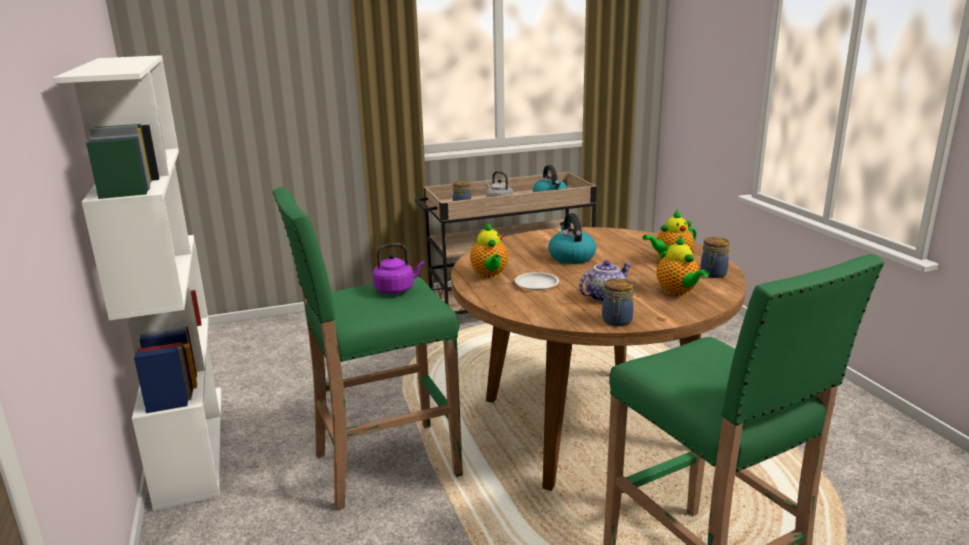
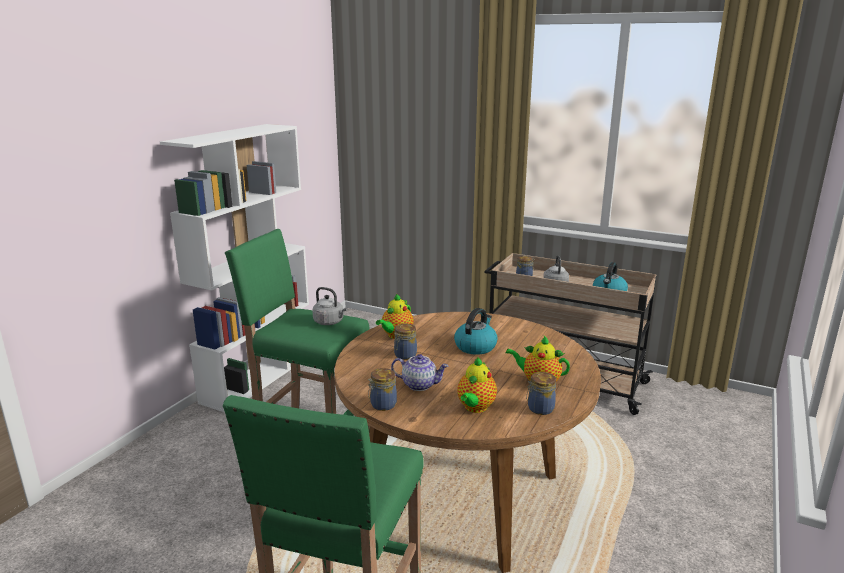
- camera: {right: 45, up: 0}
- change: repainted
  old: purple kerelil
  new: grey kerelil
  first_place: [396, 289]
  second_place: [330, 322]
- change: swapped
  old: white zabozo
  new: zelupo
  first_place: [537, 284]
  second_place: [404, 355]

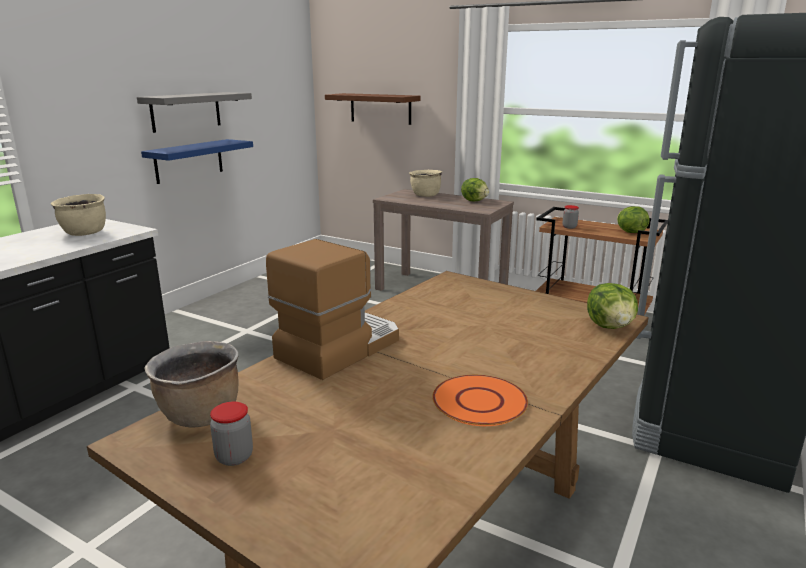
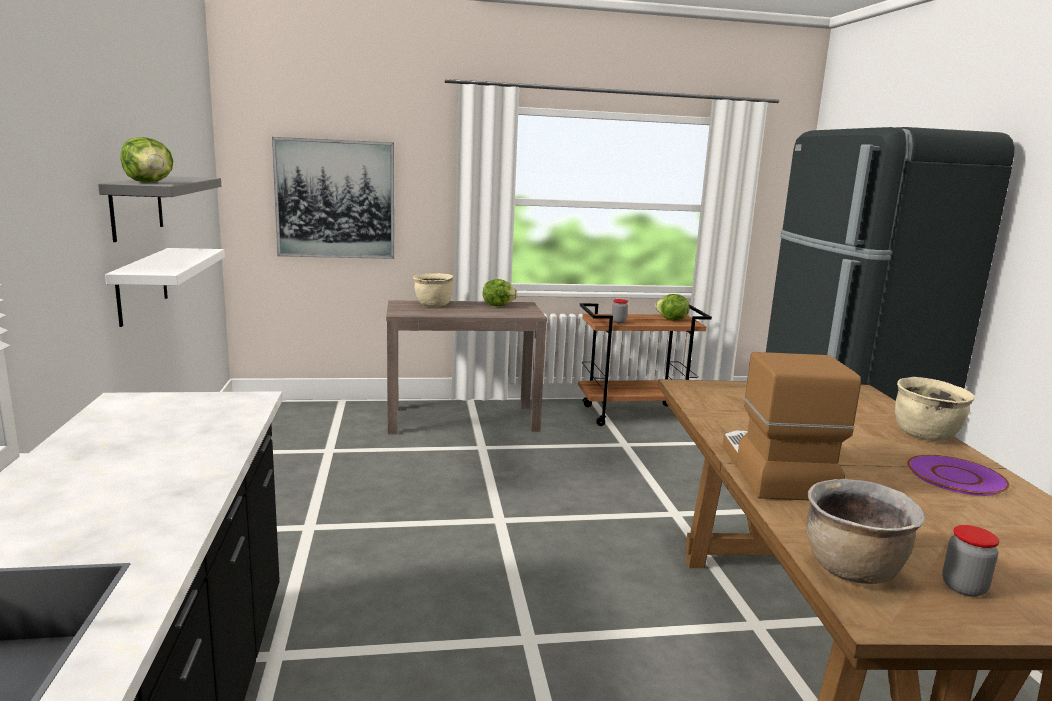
- camera: {right: -40, up: -5}
- change: swapped
  old: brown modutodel
  new: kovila
  first_place: [380, 108]
  second_place: [335, 199]
- change: repainted
  old: blue modutodel
  new: white modutodel
  first_place: [189, 161]
  second_place: [142, 285]
- change: shifted
  old: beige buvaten
  first_place: [84, 233]
  second_place: [925, 435]
- change: shifted
  old: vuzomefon
  first_place: [610, 326]
  second_place: [150, 182]
- change: repainted
  old: orange zabozo
  new: purple zabozo
  first_place: [480, 402]
  second_place: [956, 477]

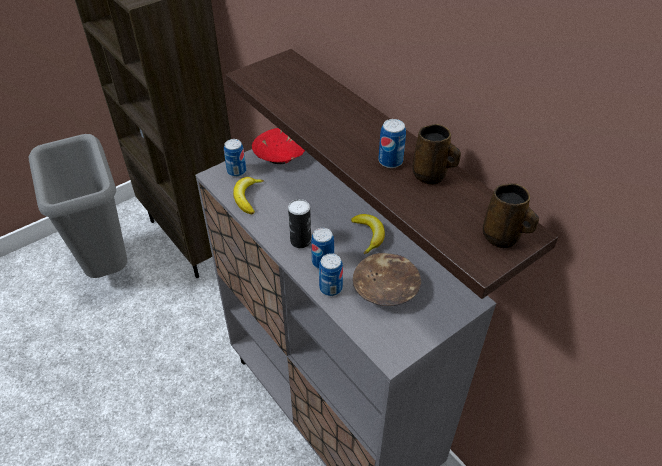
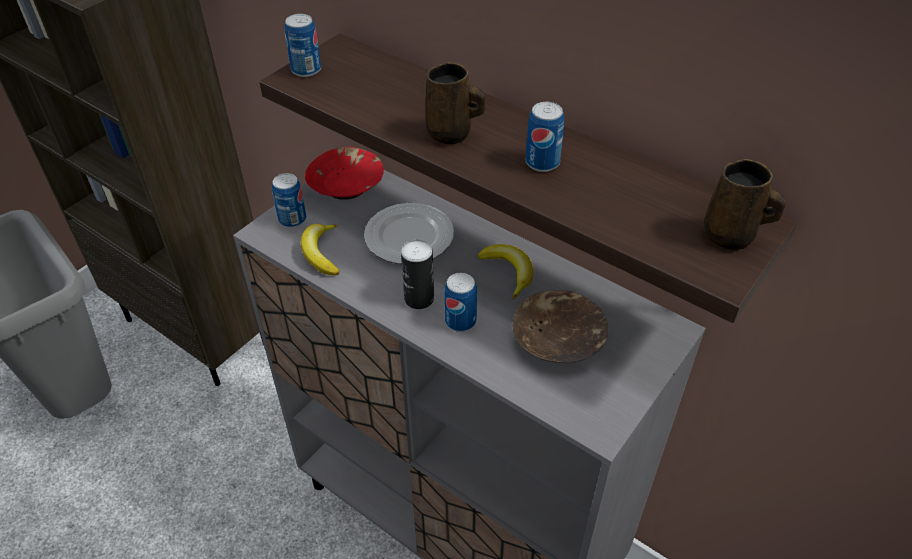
- camera: {right: -15, up: 0}
- change: shifted
  old: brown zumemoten
  first_place: [431, 176]
  second_place: [451, 134]
- change: shifted
  old: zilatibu
  first_place: [330, 288]
  second_place: [306, 70]
- change: new
  new: zabozo
  second_place: [408, 237]

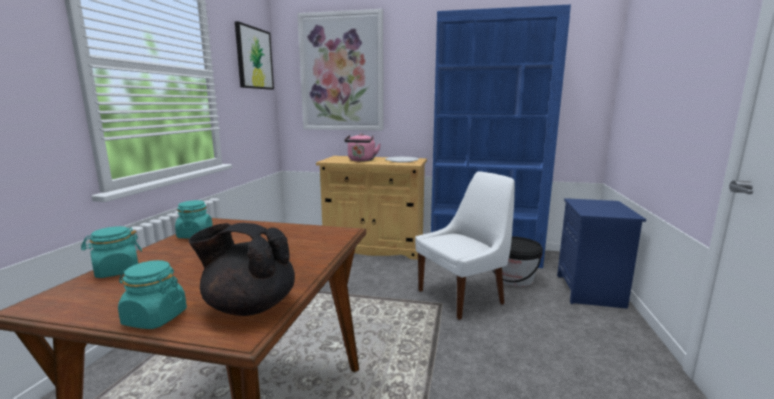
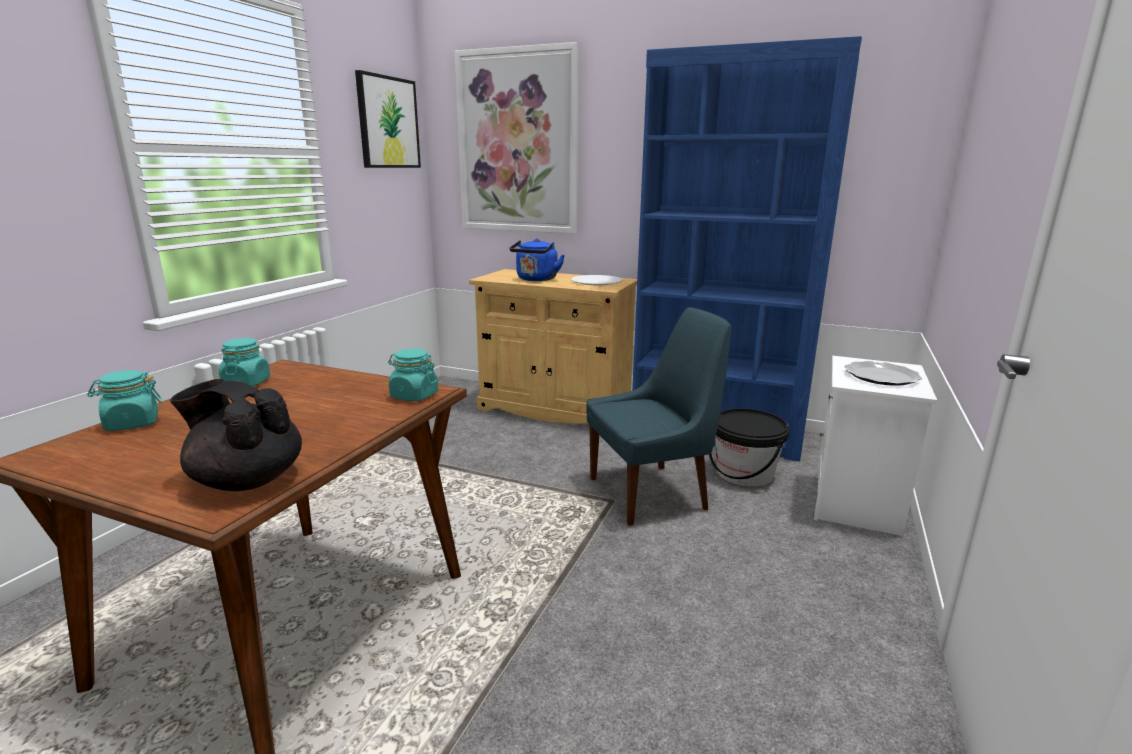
- camera: {right: 10, up: 5}
- change: repainted
  old: pink kerelil
  new: blue kerelil
  first_place: [361, 160]
  second_place: [536, 279]
- change: repainted
  old: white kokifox
  new: blue kokifox
  first_place: [463, 296]
  second_place: [651, 493]
- change: repainted
  old: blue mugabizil
  new: white mugabizil
  first_place: [591, 291]
  second_place: [857, 504]
- change: shifted
  old: turquoise zelupo
  first_place: [155, 318]
  second_place: [414, 396]
- change: new
  new: zabozo
  second_place: [881, 376]

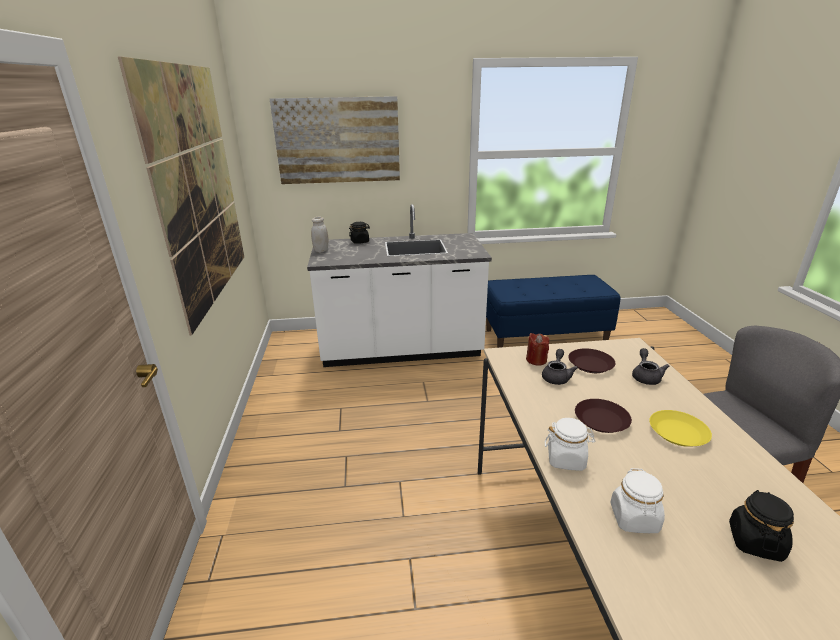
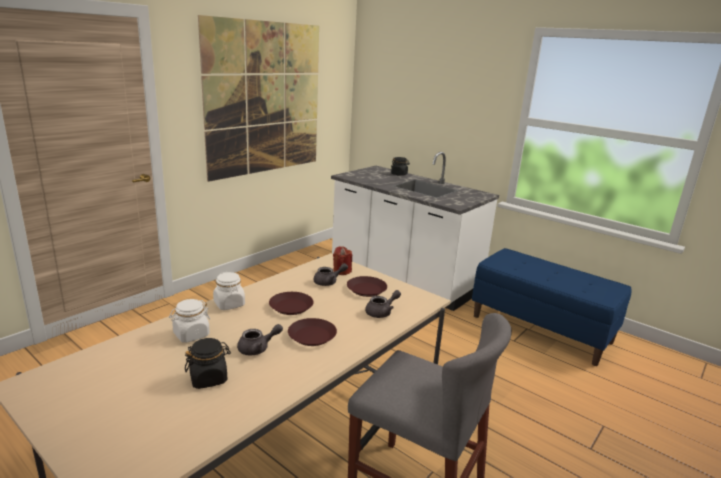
- camera: {right: 45, up: -5}
- change: gone
  old: kovila
  first_place: [338, 141]
- change: gone
  old: white zelupo
  first_place: [321, 250]
- change: repainted
  old: yellow zabozo
  new: brown zabozo
  first_place: [677, 433]
  second_place: [311, 336]
- change: new
  new: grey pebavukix
  second_place: [258, 349]

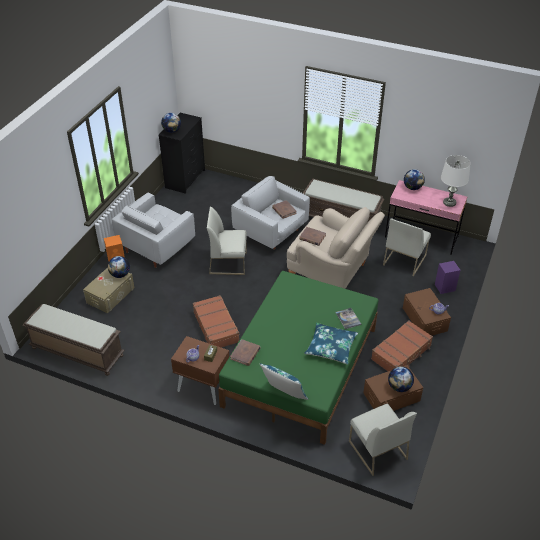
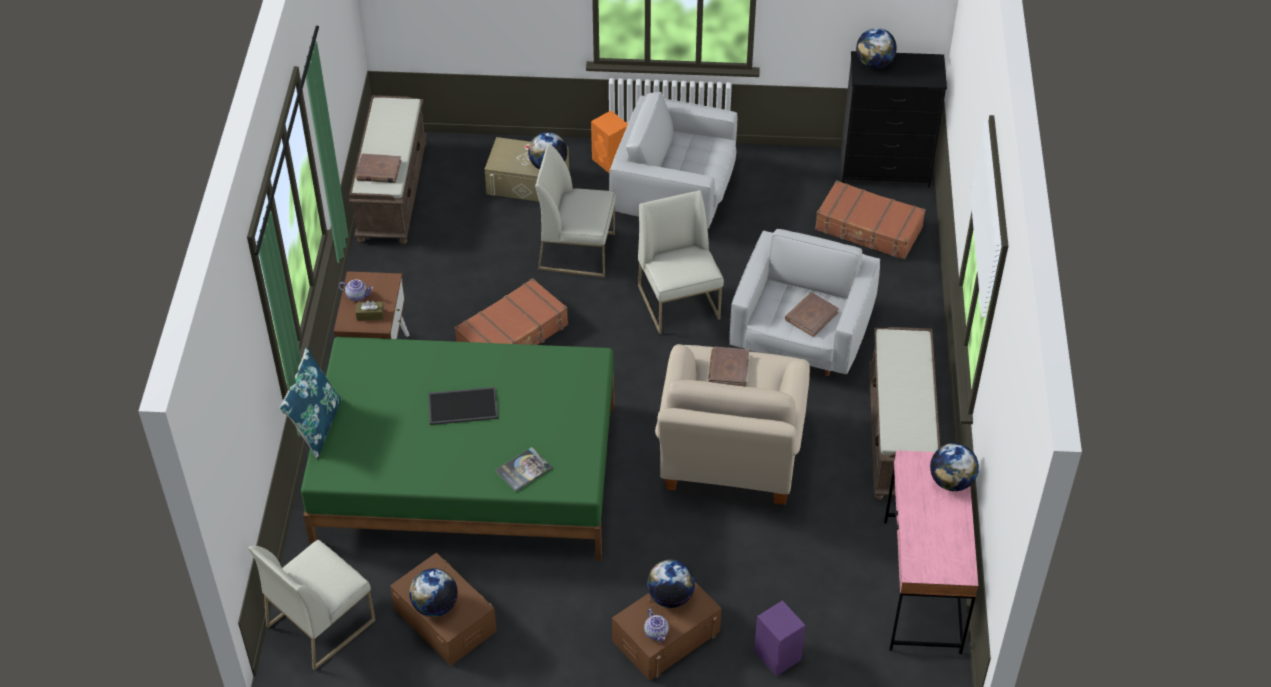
- camera: {right: 70, up: 5}
- change: gone
  old: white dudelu
  first_place: [449, 202]
- change: shifted
  old: white kokifox
  first_place: [404, 260]
  second_place: [577, 251]
- change: shifted
  old: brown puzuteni
  first_place: [401, 353]
  second_place: [868, 229]
- change: gone
  old: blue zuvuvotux
  first_place: [331, 347]
- change: shifted
  old: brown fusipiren
  first_place: [245, 353]
  second_place: [378, 171]
- change: new
  new: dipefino
  second_place: [463, 405]
- change: new
  new: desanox
  second_place: [670, 597]

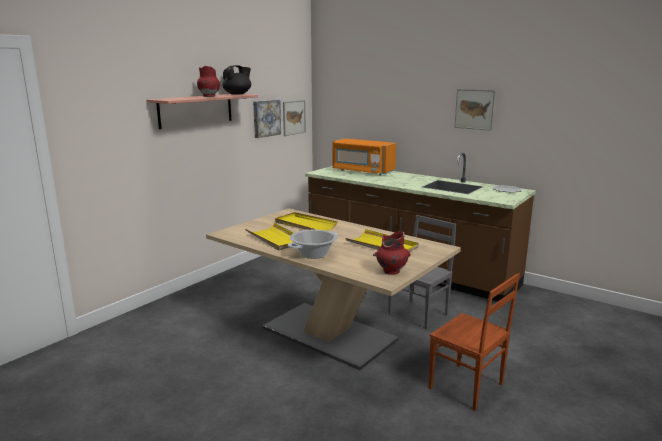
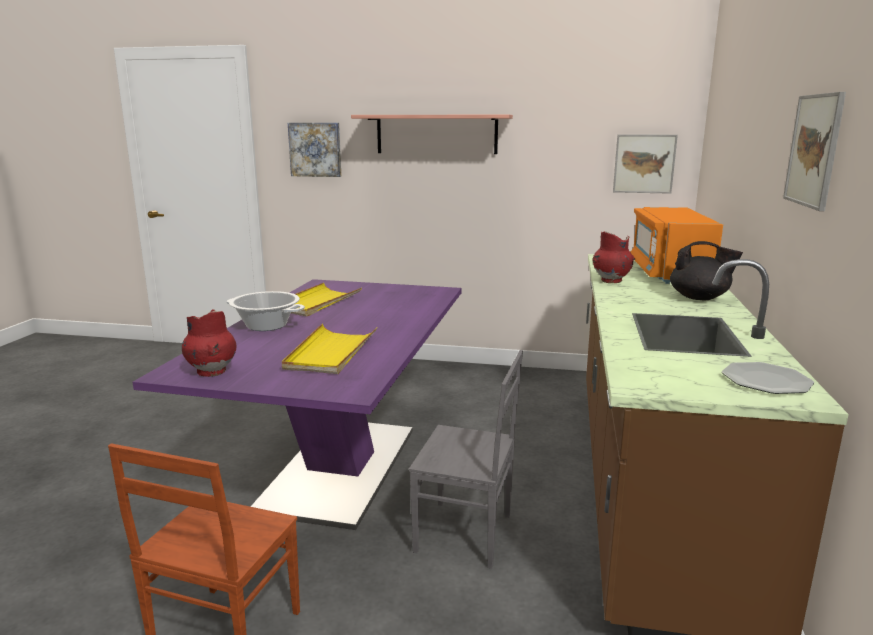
- camera: {right: 65, up: 0}
- change: shifted
  old: black pebavukix
  first_place: [237, 94]
  second_place: [699, 298]
- change: shifted
  old: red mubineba
  first_place: [209, 96]
  second_place: [611, 281]
- change: shifted
  old: kovila
  first_place: [266, 118]
  second_place: [315, 149]
- change: repainted
  old: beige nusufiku
  new: purple nusufiku
  first_place: [328, 334]
  second_place: [340, 468]
- change: gone
  old: yellow dipefino
  first_place: [305, 225]

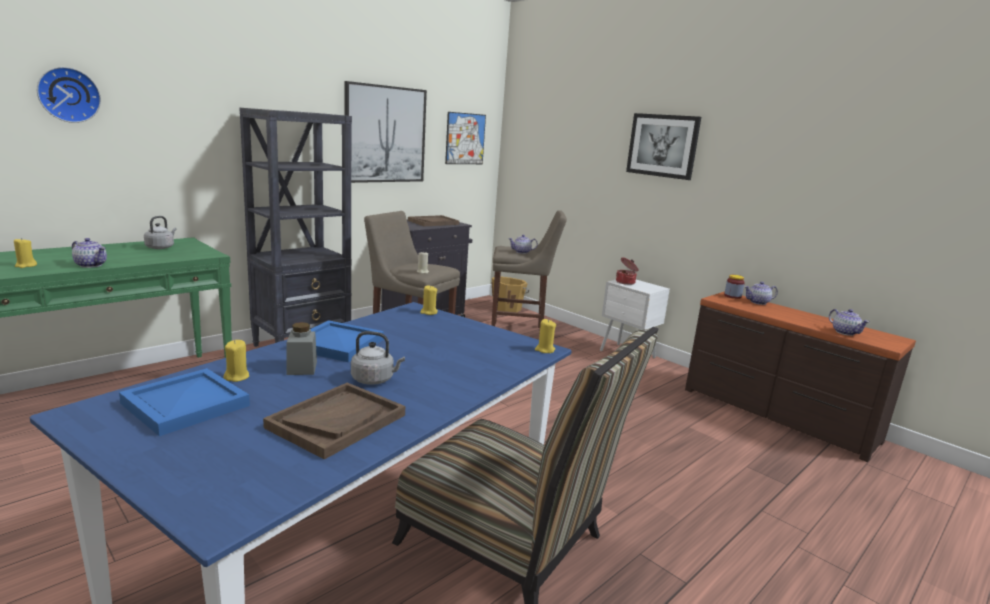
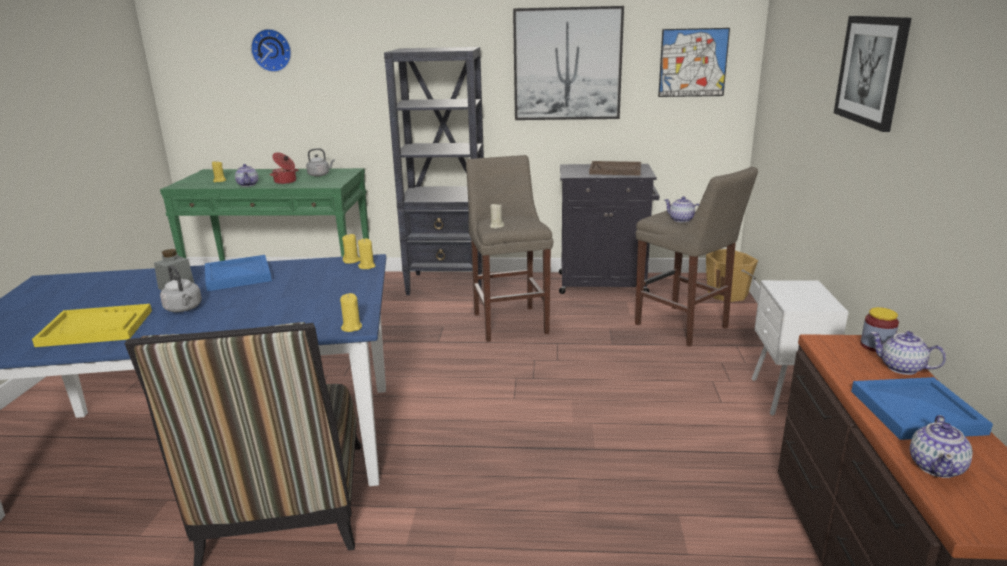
- camera: {right: 50, up: 5}
- change: shifted
  old: buvaten
  first_place: [626, 282]
  second_place: [285, 182]
- change: shifted
  old: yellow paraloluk
  first_place: [237, 377]
  second_place: [352, 261]
- change: shifted
  old: blue dipefino
  first_place: [188, 404]
  second_place: [918, 412]
- change: repainted
  old: brown dipefino
  new: yellow dipefino
  first_place: [337, 421]
  second_place: [96, 328]

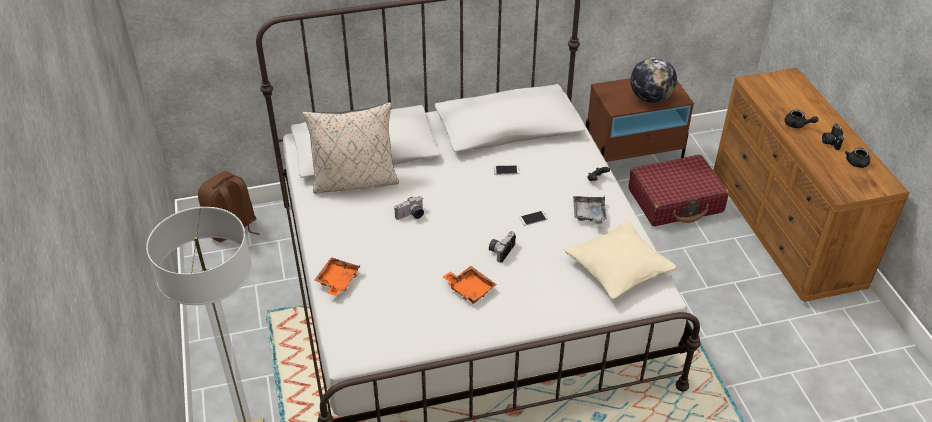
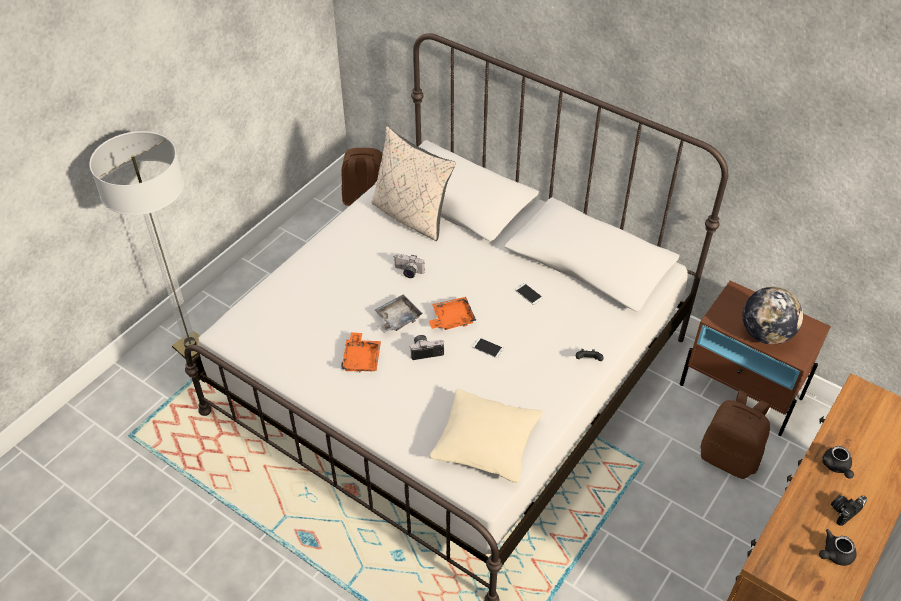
- camera: {right: 50, up: 5}
- change: swapped
  old: red puzuteni
  new: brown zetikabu
  first_place: [675, 201]
  second_place: [729, 457]
- change: shifted
  old: grey dipefino
  first_place: [589, 215]
  second_place: [397, 319]
- change: shifted
  old: orange dipefino
  first_place: [337, 281]
  second_place: [452, 319]

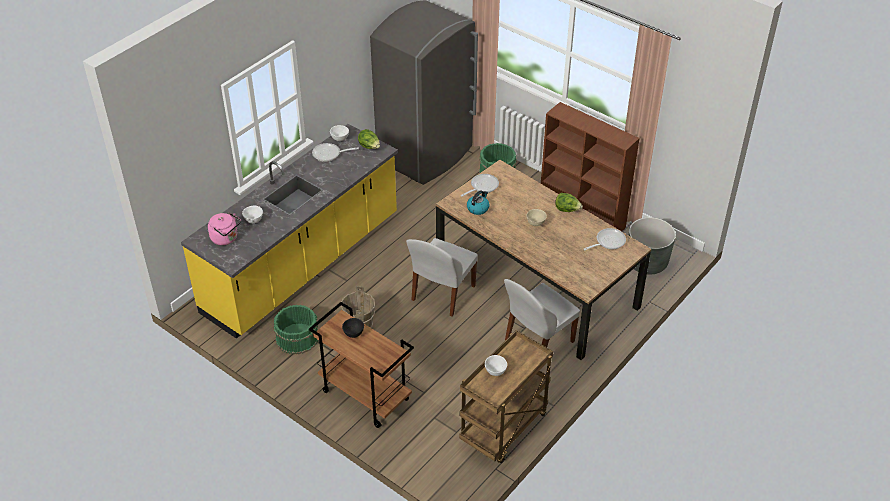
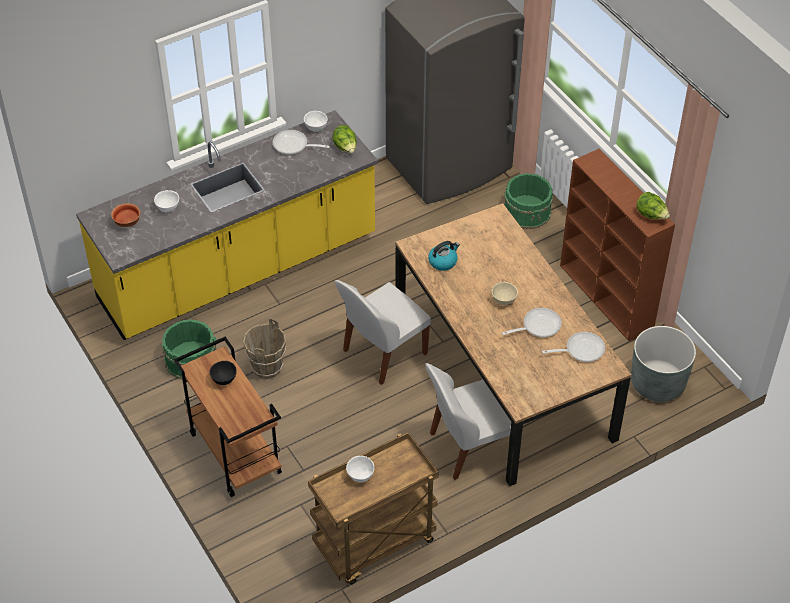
- camera: {right: 20, up: 5}
- change: shifted
  old: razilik
  first_place: [482, 186]
  second_place: [538, 326]
- change: shifted
  old: vuzomefon
  first_place: [567, 210]
  second_place: [651, 215]
- change: swapped
  old: pink kerelil
  new: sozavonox
  first_place: [226, 238]
  second_place: [127, 223]

